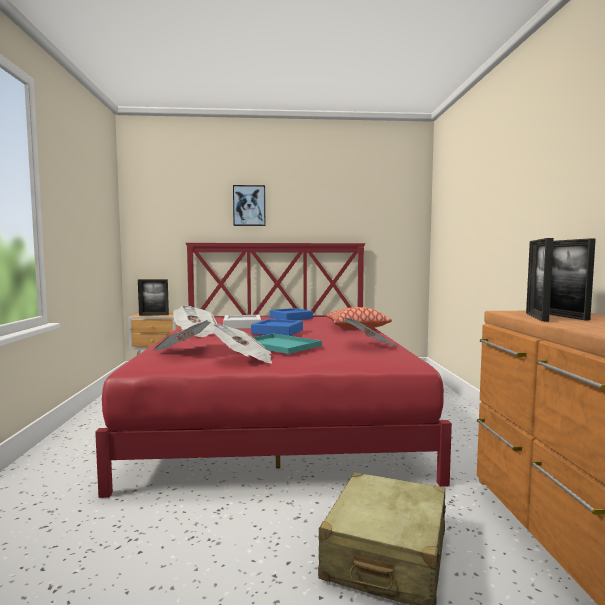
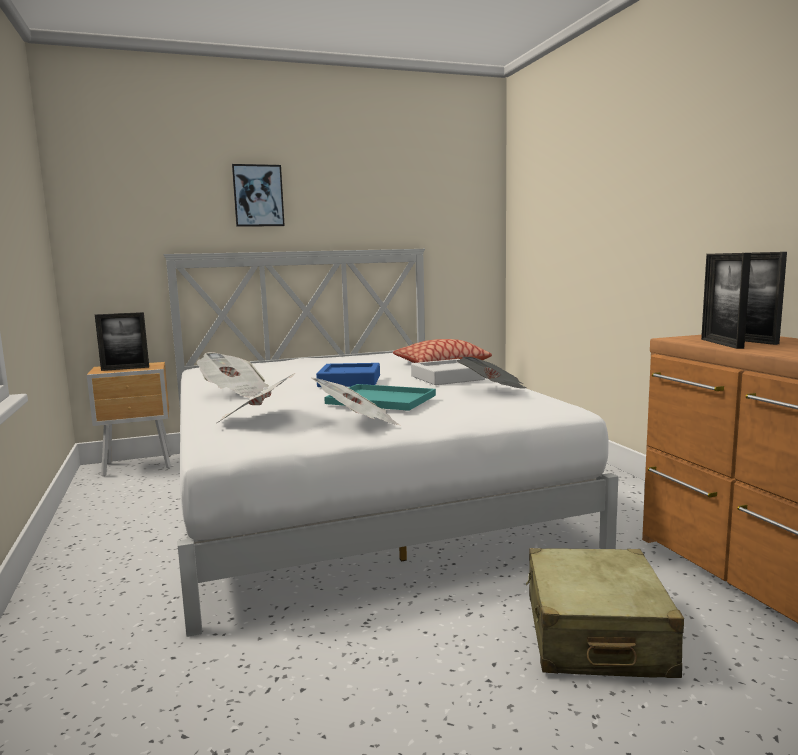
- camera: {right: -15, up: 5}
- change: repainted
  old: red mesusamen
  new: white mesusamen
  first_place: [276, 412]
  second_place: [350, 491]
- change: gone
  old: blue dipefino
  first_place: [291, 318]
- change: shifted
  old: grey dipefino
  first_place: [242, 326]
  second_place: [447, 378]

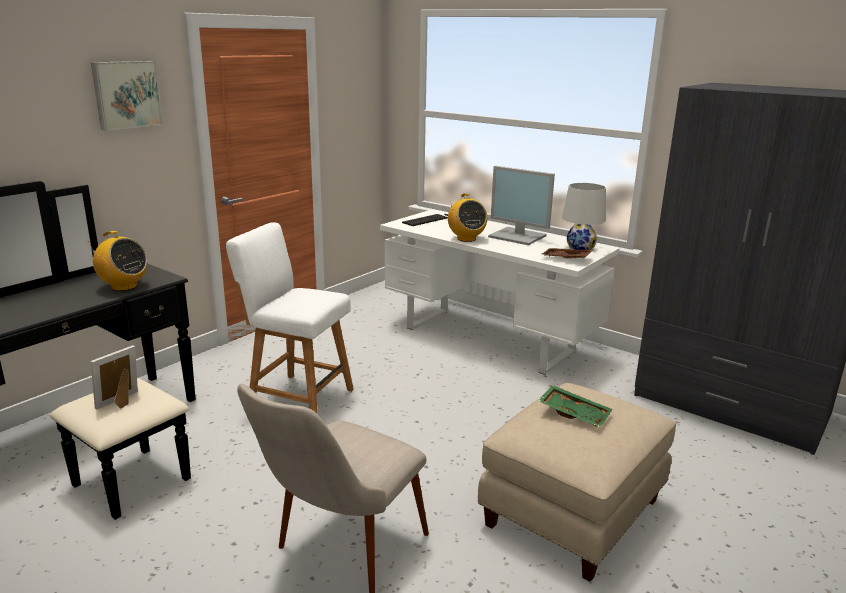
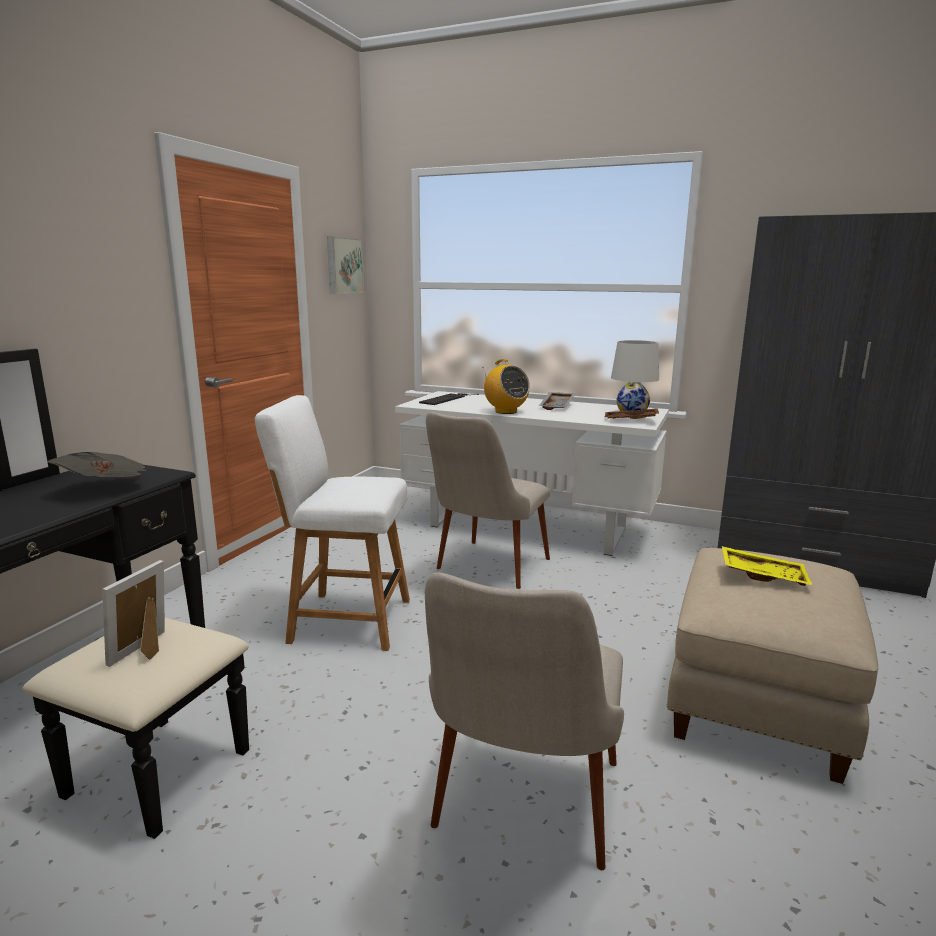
- camera: {right: -15, up: -5}
- change: shifted
  old: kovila
  first_place: [126, 94]
  second_place: [343, 265]
- change: swapped
  old: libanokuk
  new: grey dipefino
  first_place: [518, 236]
  second_place: [558, 406]
- change: swapped
  old: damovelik
  new: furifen
  first_place: [123, 286]
  second_place: [106, 488]
- change: repainted
  old: green dipefino
  new: yellow dipefino
  first_place: [574, 413]
  second_place: [763, 575]
- change: new
  new: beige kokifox
  second_place: [485, 571]

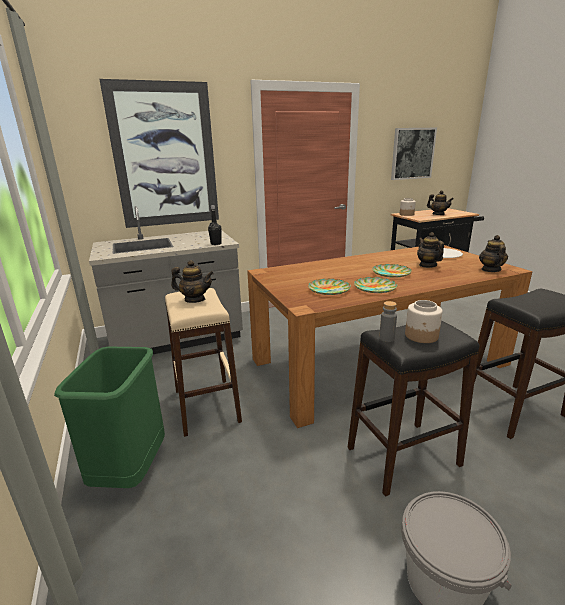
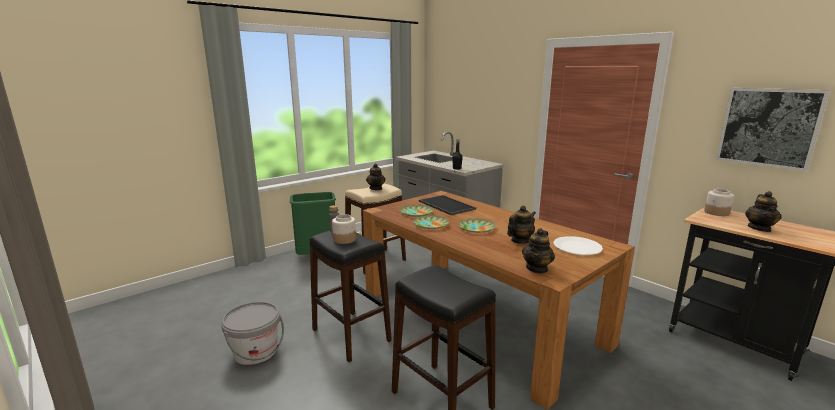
- camera: {right: 70, up: -5}
- change: gone
  old: kovila
  first_place: [165, 156]
- change: rotated
  old: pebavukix
  first_place: [490, 270]
  second_place: [537, 268]
  degrees: 135
- change: new
  new: dipefino
  second_place: [445, 205]

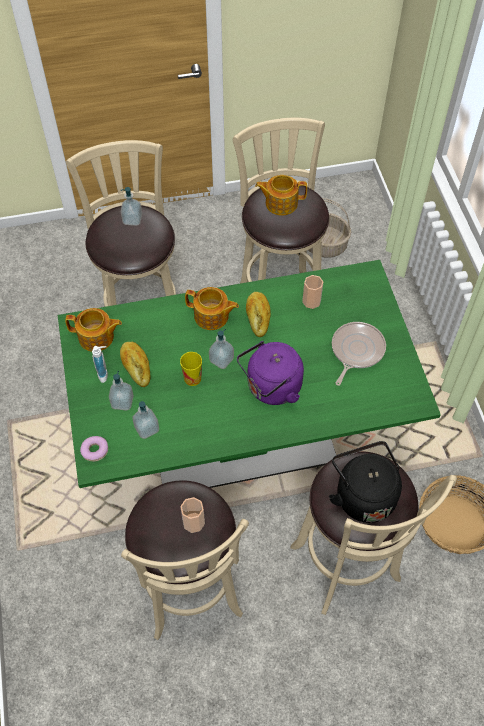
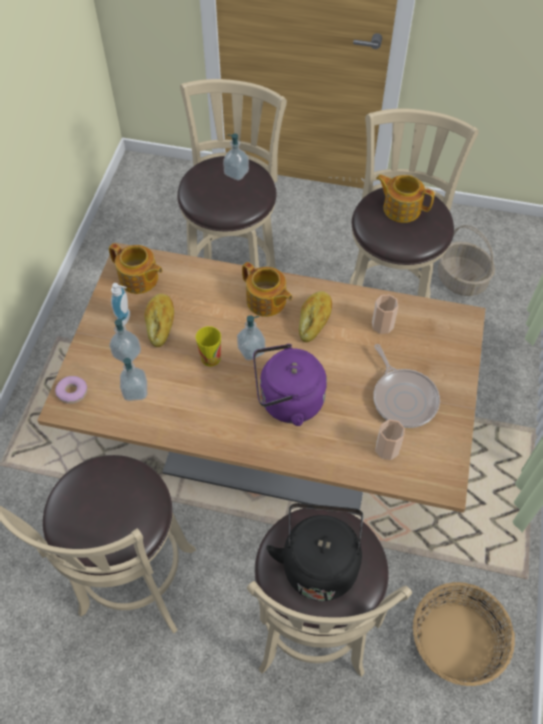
- camera: {right: 25, up: 0}
- change: repainted
  old: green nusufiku
  new: brown nusufiku
  first_place: [241, 438]
  second_place: [271, 447]
- change: rotated
  old: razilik
  first_place: [356, 351]
  second_place: [403, 398]
  degrees: 105
- change: shifted
  old: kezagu
  first_place: [193, 522]
  second_place: [387, 449]

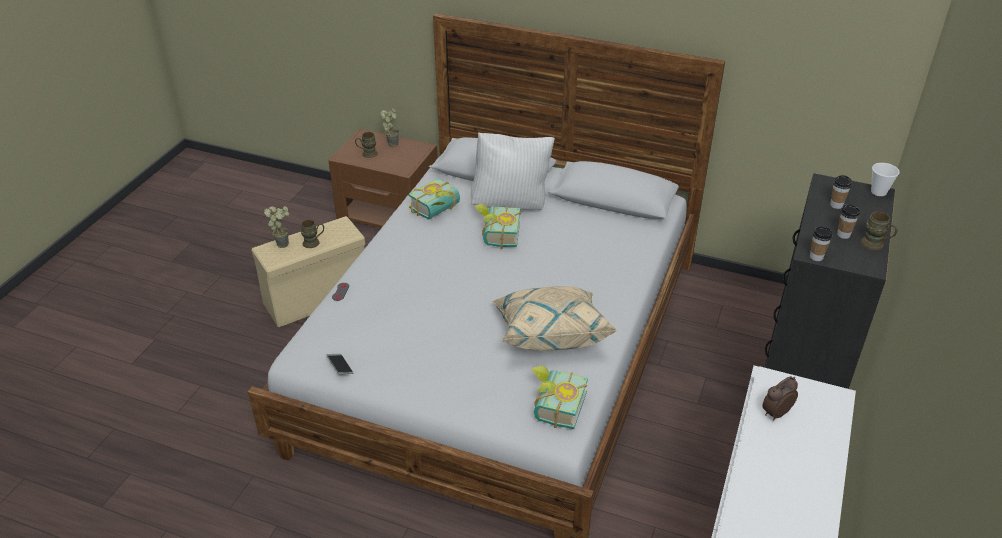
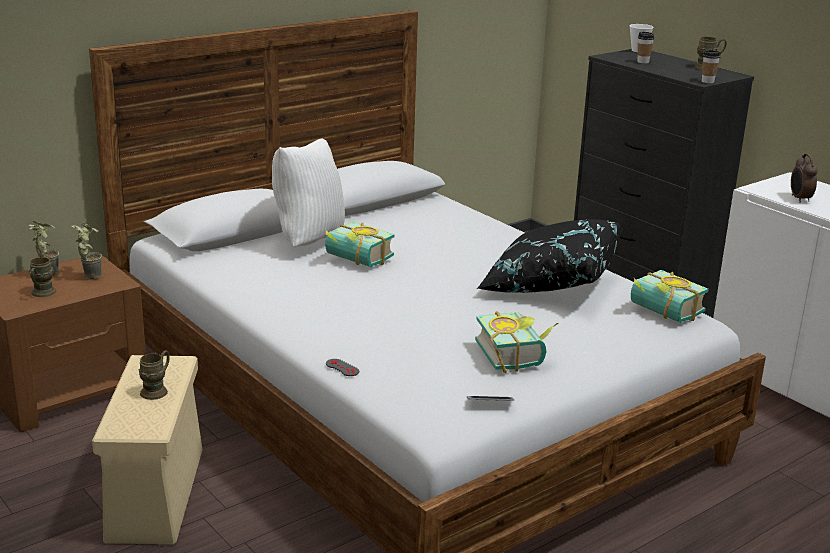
- camera: {right: -60, up: -15}
- change: shifted
  old: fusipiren
  first_place: [438, 210]
  second_place: [516, 355]
- change: gone
  old: kezagu
  first_place: [843, 235]
- change: shifted
  old: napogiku
  first_place: [283, 242]
  second_place: [89, 275]
- change: repainted
  old: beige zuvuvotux
  new: black zuvuvotux
  first_place: [550, 333]
  second_place: [549, 284]

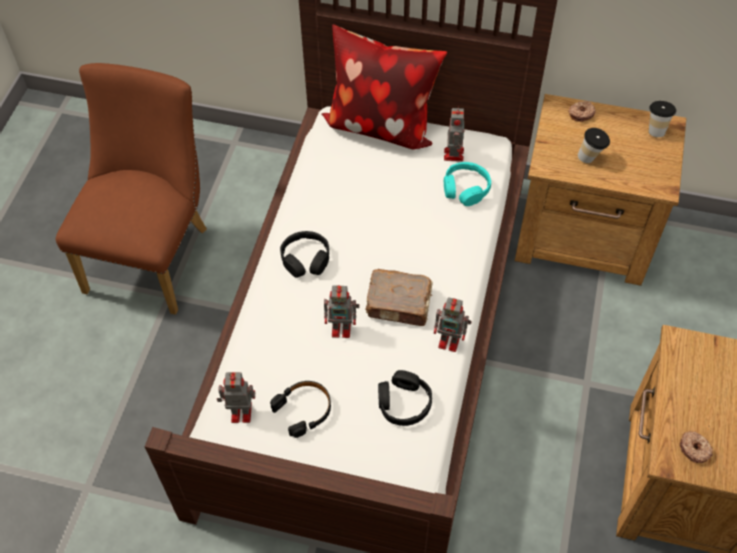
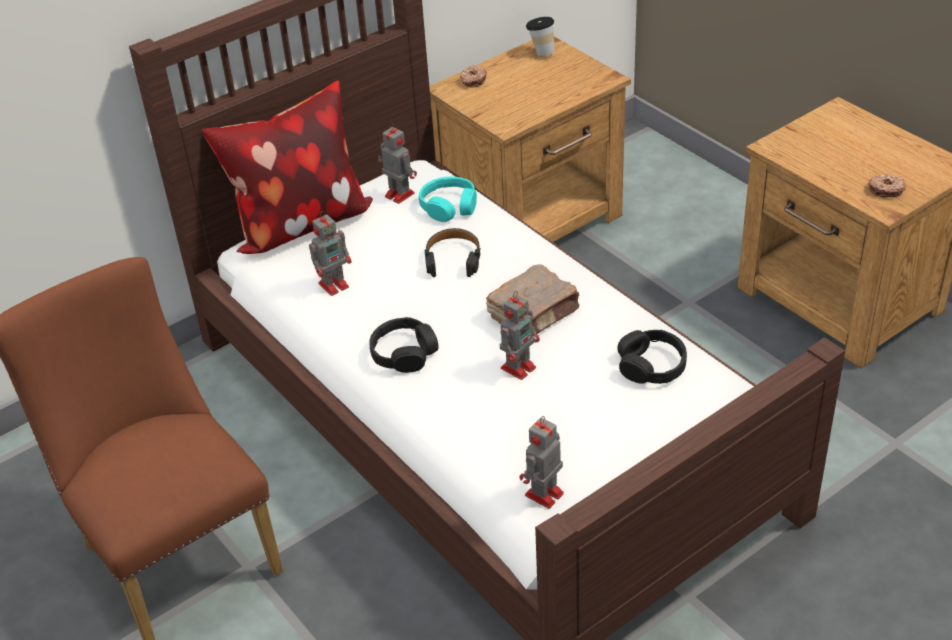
- camera: {right: -50, up: -15}
- change: gone
  old: kezagu
  first_place: [590, 158]
- change: shifted
  old: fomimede
  first_place: [450, 341]
  second_place: [335, 284]
- change: shifted
  old: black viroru
  first_place: [304, 410]
  second_place: [453, 259]

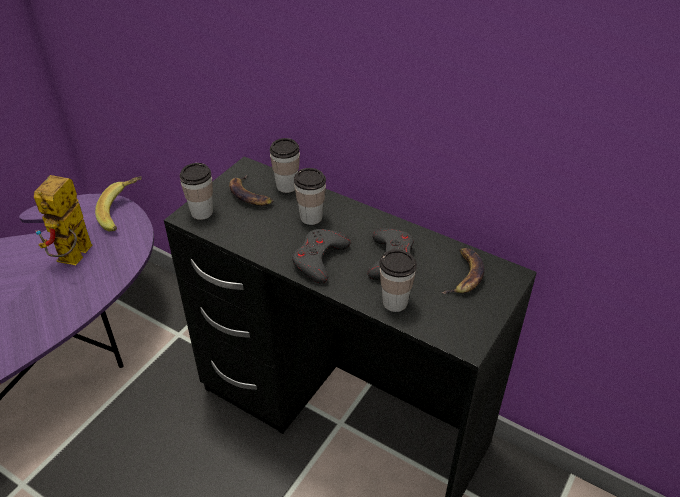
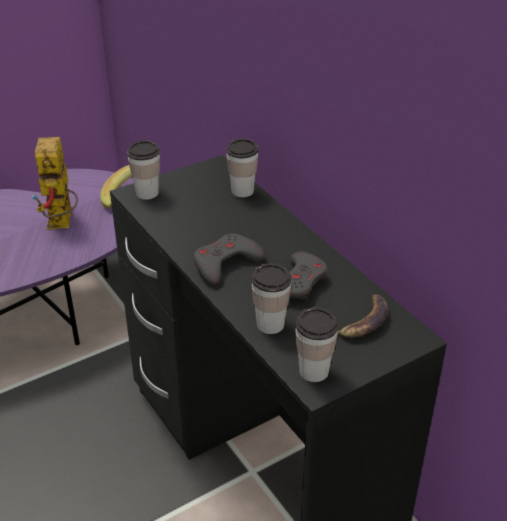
- camera: {right: 25, up: -5}
- change: shifted
  old: kezagu
  first_place: [311, 217]
  second_place: [313, 371]
- change: rotated
  old: fomimede
  first_place: [74, 259]
  second_place: [62, 224]
  degrees: -45
- change: gone
  old: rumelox
  first_place: [250, 195]

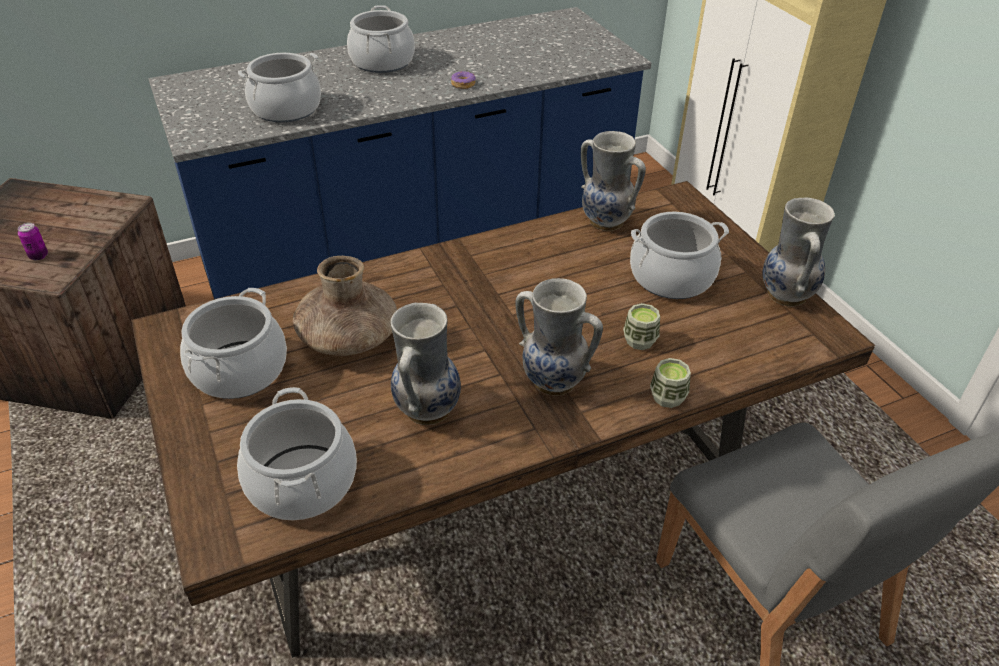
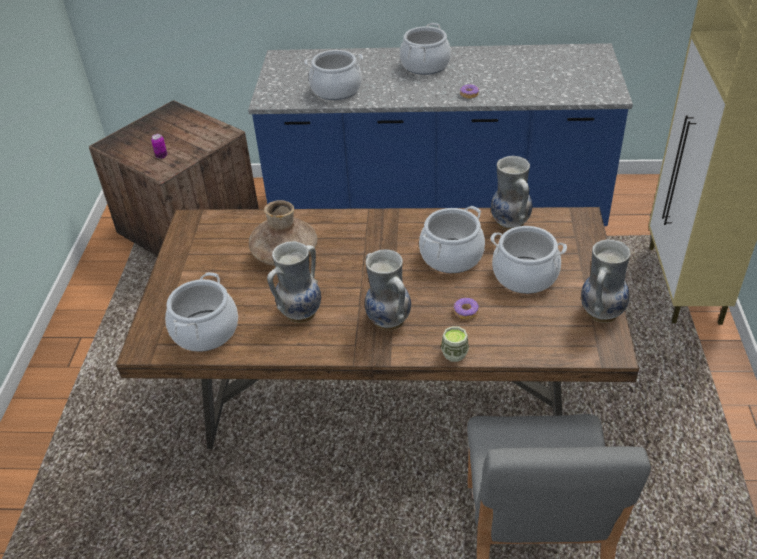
- camera: {right: 30, up: 0}
- change: shifted
  old: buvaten
  first_place: [240, 370]
  second_place: [451, 256]
- change: swapped
  old: kezagu
  new: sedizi
  first_place: [639, 340]
  second_place: [466, 312]

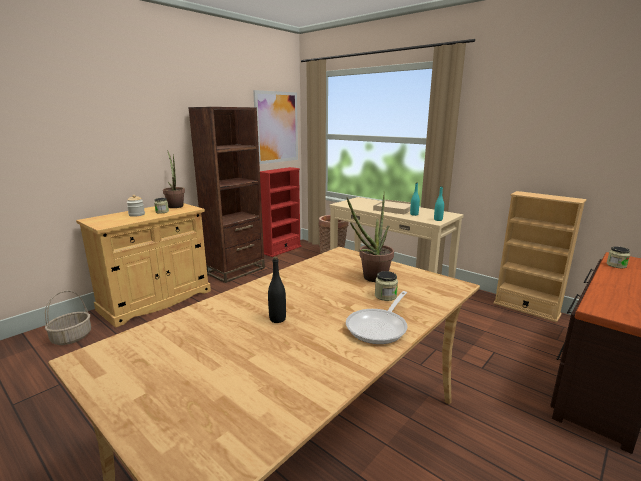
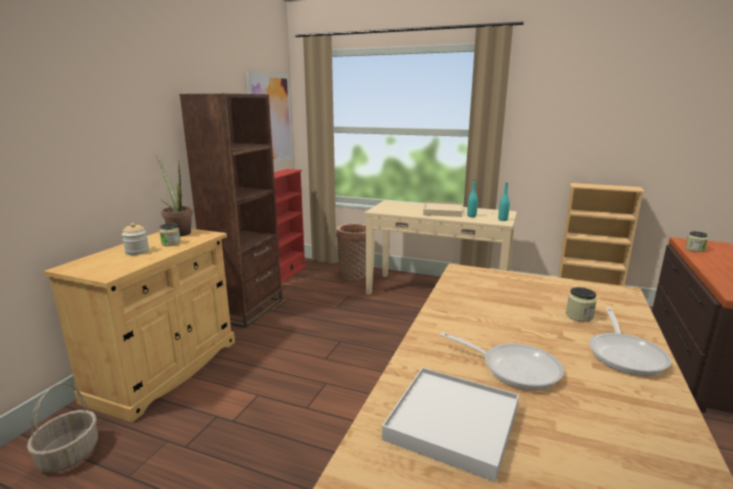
- camera: {right: -20, up: 0}
- change: gone
  old: napogiku
  first_place: [371, 279]
- change: swapped
  old: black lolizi
  new: razilik
  first_place: [277, 319]
  second_place: [514, 368]
- change: new
  new: white dipefino
  second_place: [453, 423]

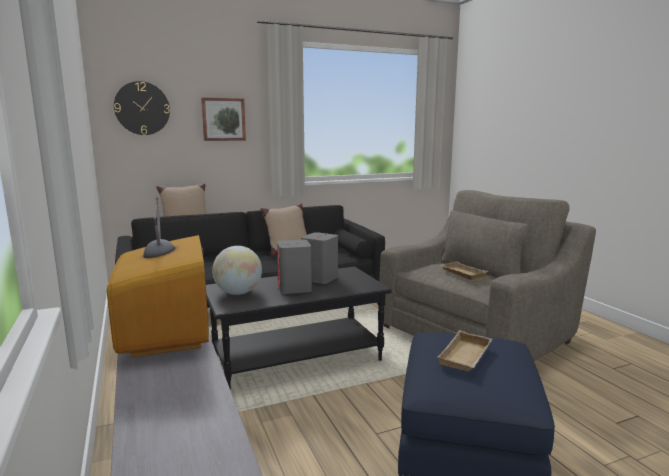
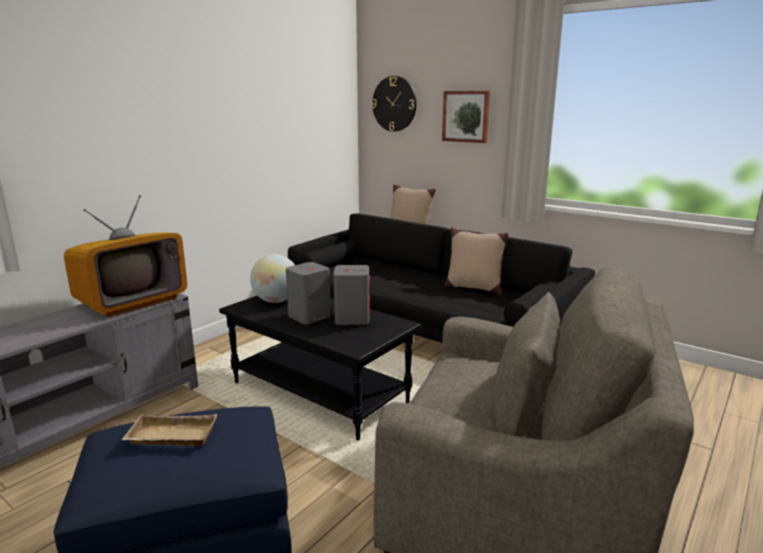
- camera: {right: 60, up: 5}
- change: gone
  old: beige dipefino
  first_place: [461, 273]

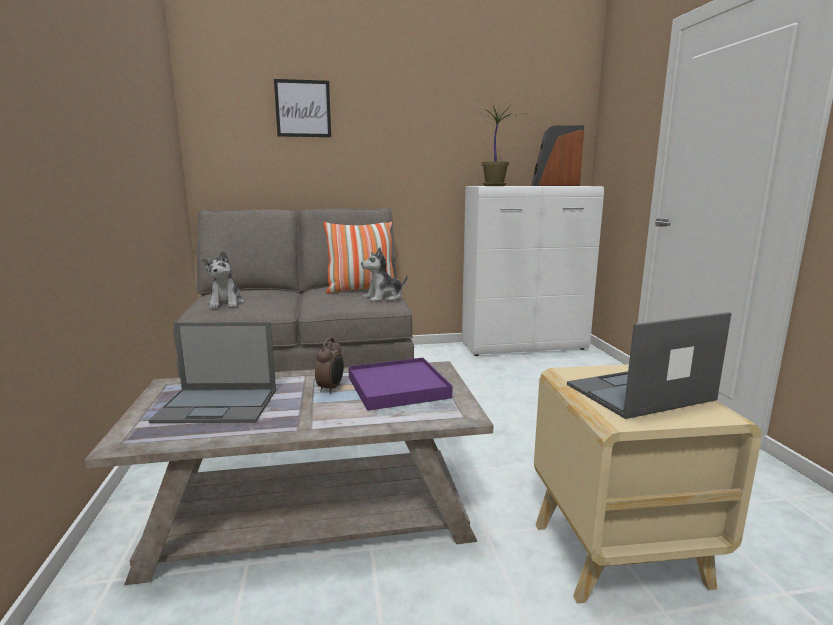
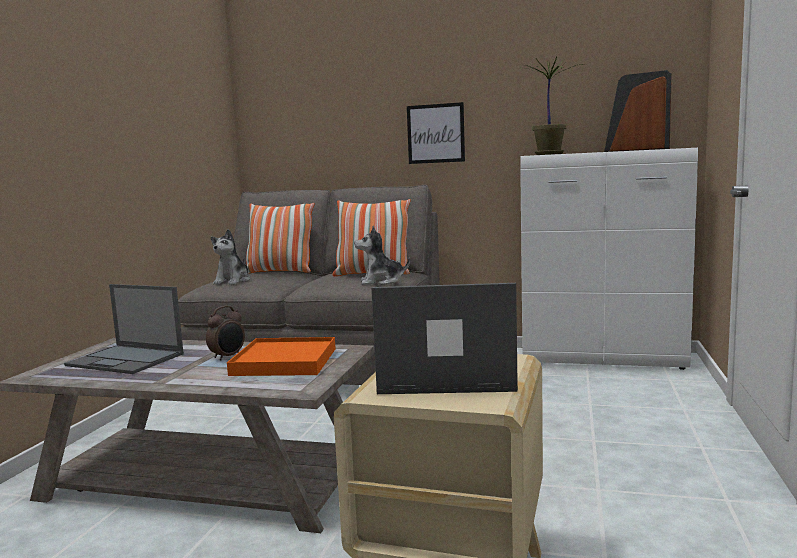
- camera: {right: 25, up: -5}
- change: shifted
  old: kovila
  first_place: [303, 108]
  second_place: [435, 133]
- change: repainted
  old: purple dipefino
  new: orange dipefino
  first_place: [398, 387]
  second_place: [285, 362]
- change: new
  new: zuvuvotux
  second_place: [280, 272]

